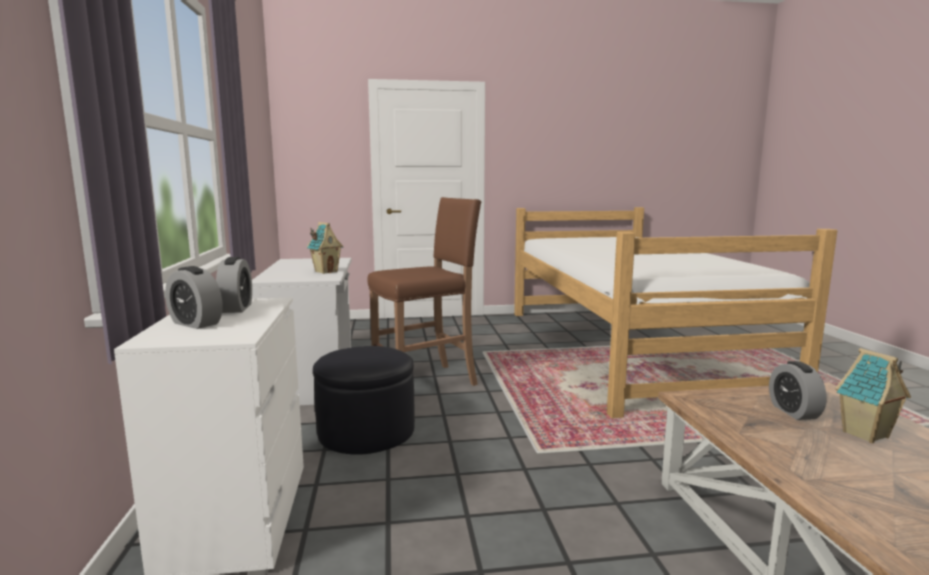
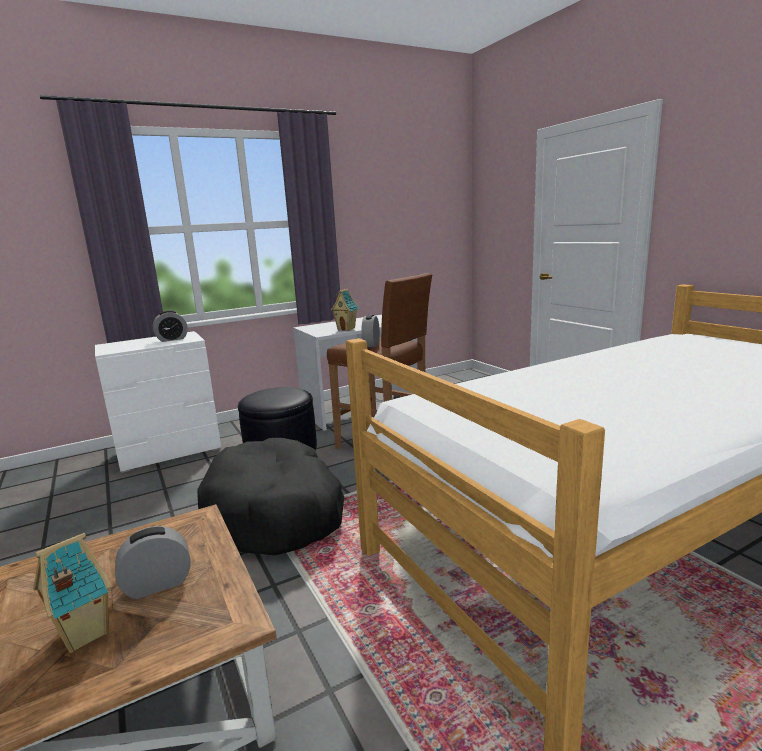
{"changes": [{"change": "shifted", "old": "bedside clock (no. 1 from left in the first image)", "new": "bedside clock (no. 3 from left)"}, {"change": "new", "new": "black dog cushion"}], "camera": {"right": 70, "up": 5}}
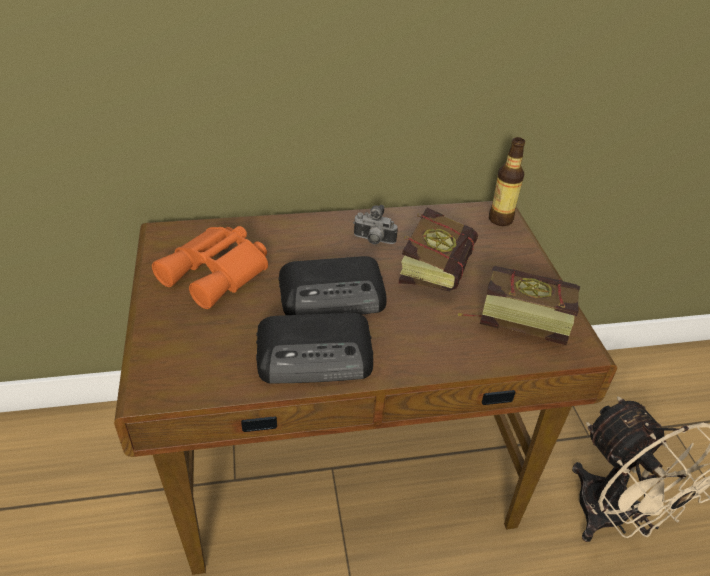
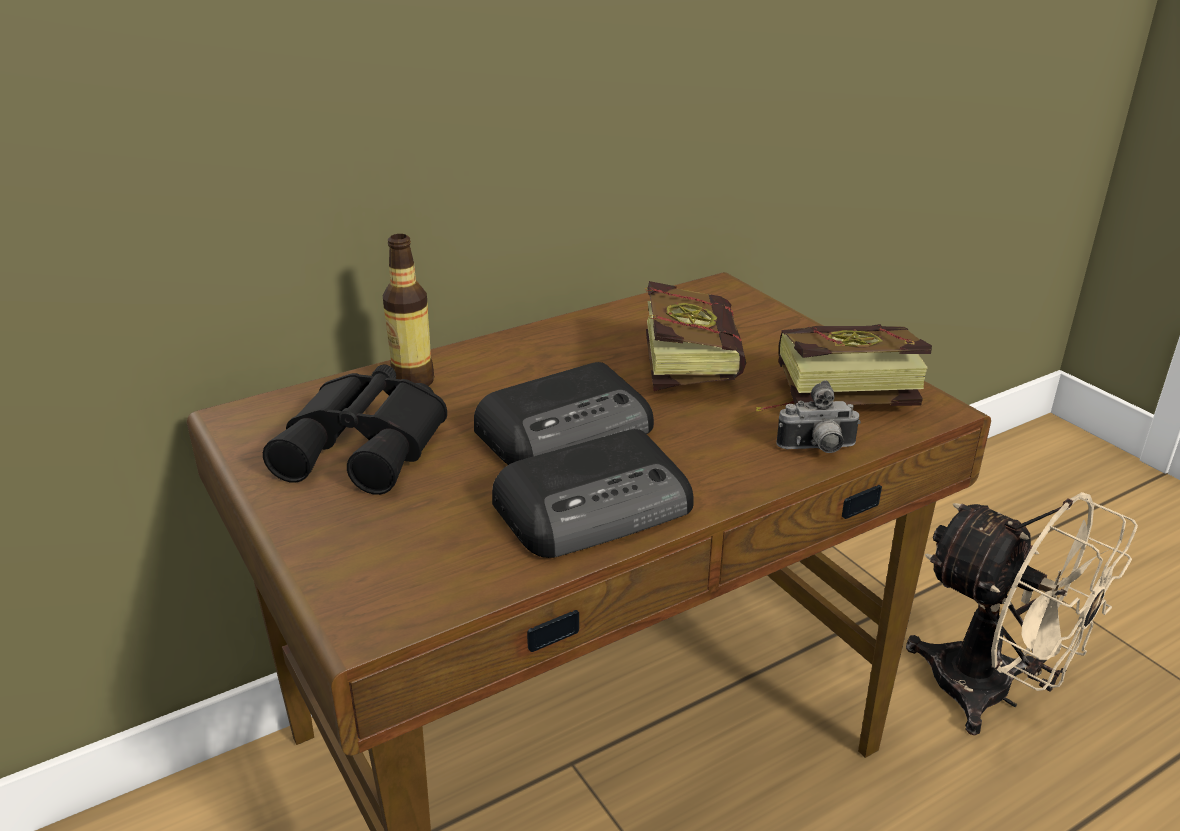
{"changes": [{"change": "shifted", "old": "beverage bottle"}, {"change": "shifted", "old": "still camera"}, {"change": "repainted", "old": "orangey field glasses", "new": "black field glasses"}], "camera": {"right": -20, "up": -10}}
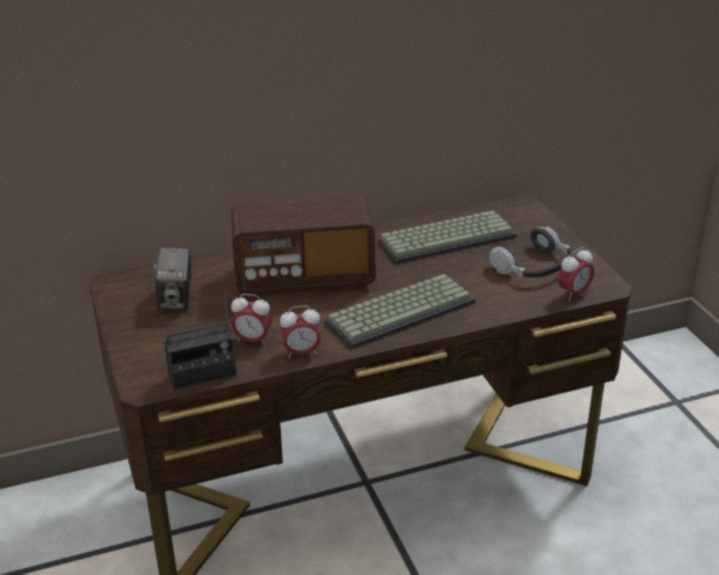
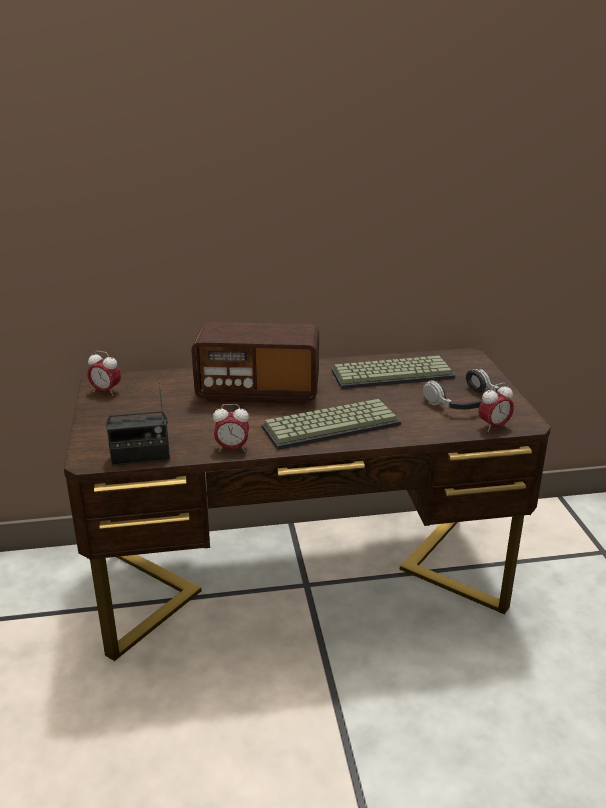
{"changes": [{"change": "gone", "old": "still camera"}, {"change": "shifted", "old": "bedside clock (no. 1 from left)"}], "camera": {"right": 10, "up": -5}}
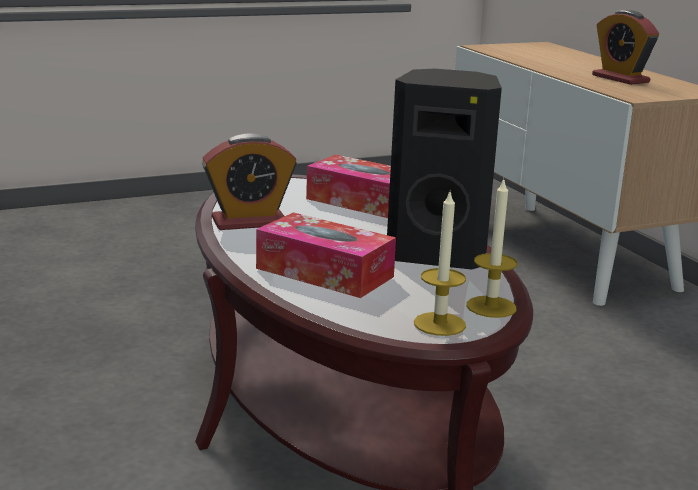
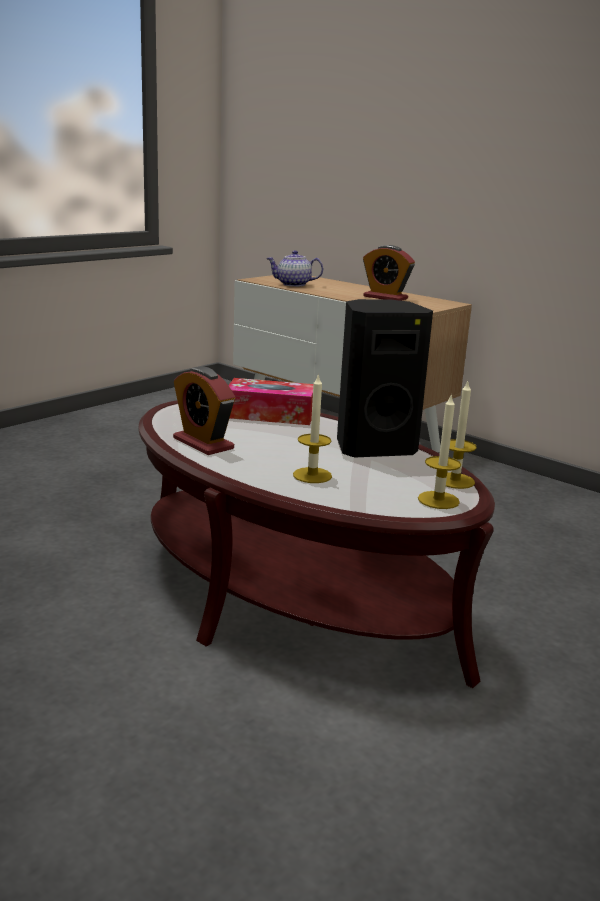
{"changes": [{"change": "rotated", "old": "bedside clock (no. 1 from left)", "degrees": 90}, {"change": "swapped", "old": "box of tissues (no. 1 from left)", "new": "wax candle (no. 1 from left)"}, {"change": "new", "new": "tea pot"}], "camera": {"right": -25, "up": 0}}
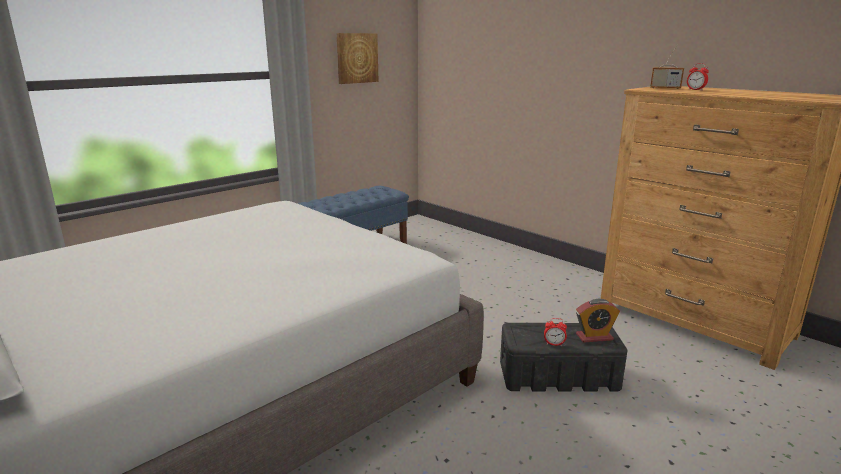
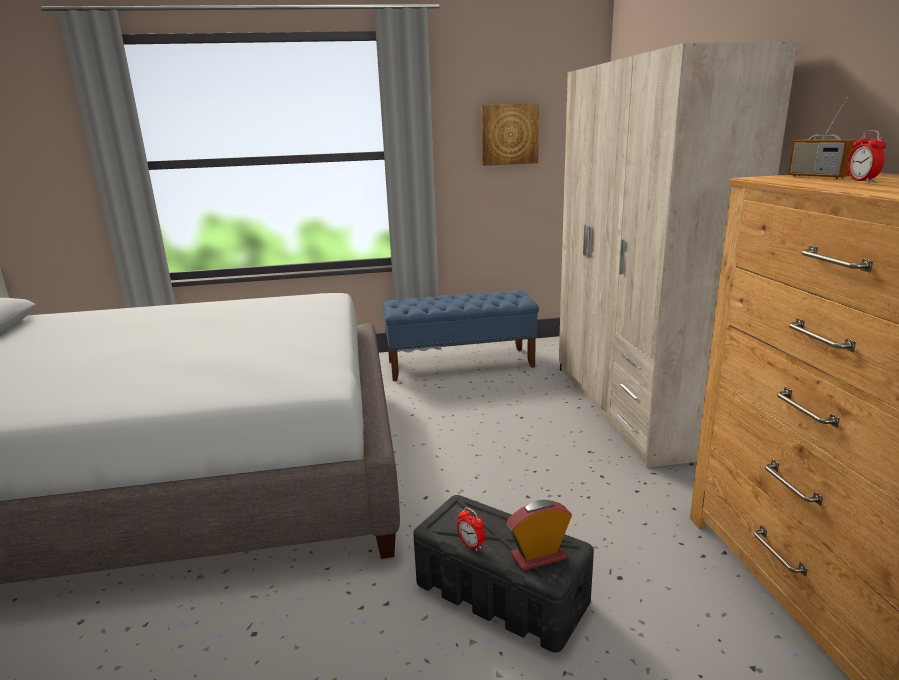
{"changes": [{"change": "rotated", "old": "bedside clock (no. 2 from left)", "degrees": 135}, {"change": "new", "new": "beige clothes cupboard"}], "camera": {"right": 35, "up": 0}}
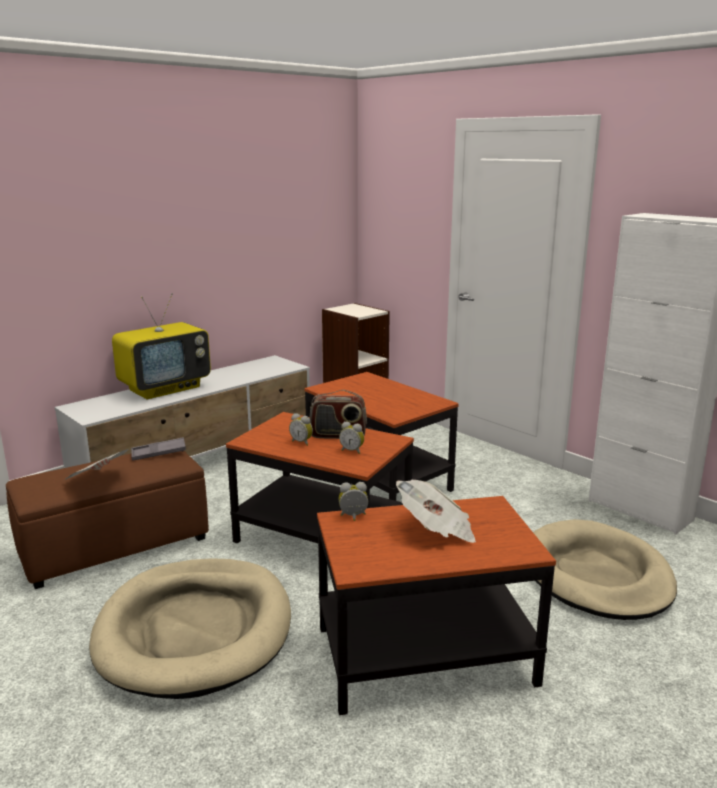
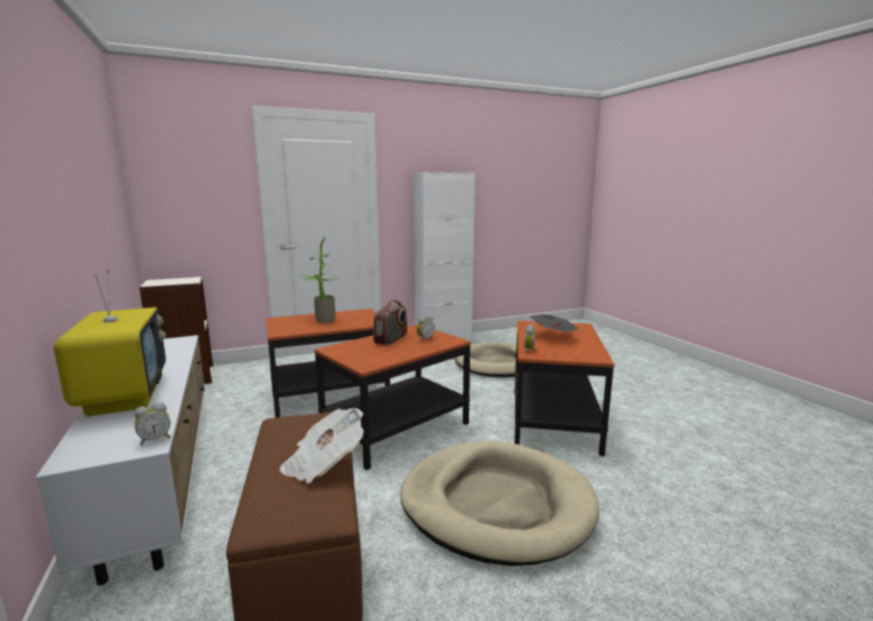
{"changes": [{"change": "shifted", "old": "bedside clock (no. 1 from left)"}, {"change": "gone", "old": "gray carrying tray"}, {"change": "new", "new": "potted plant"}], "camera": {"right": -70, "up": -5}}
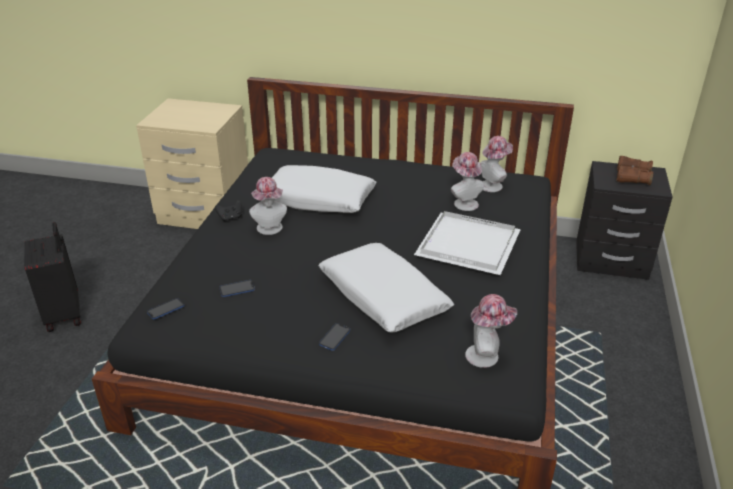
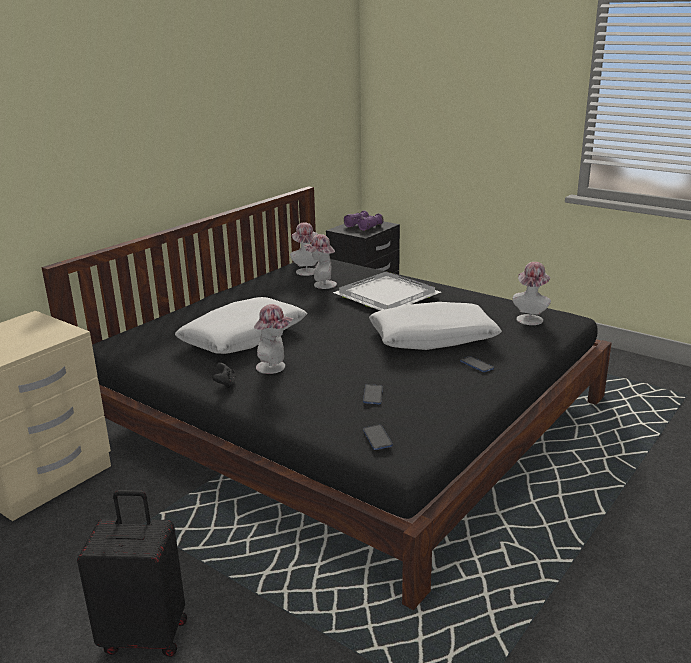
{"changes": [{"change": "repainted", "old": "brown field glasses", "new": "purple field glasses"}], "camera": {"right": -65, "up": -10}}
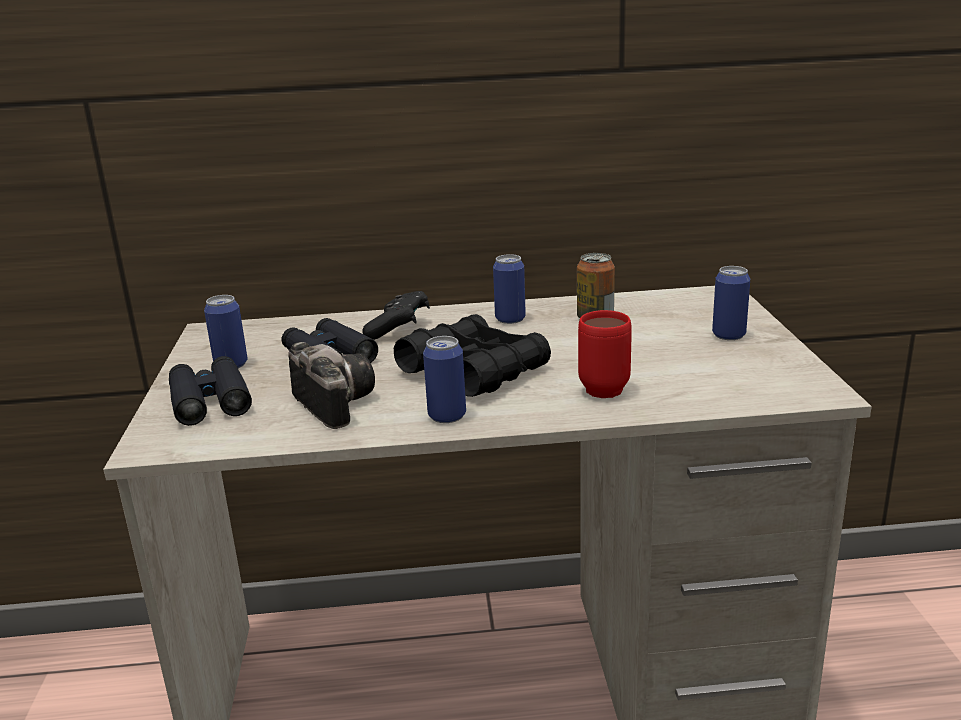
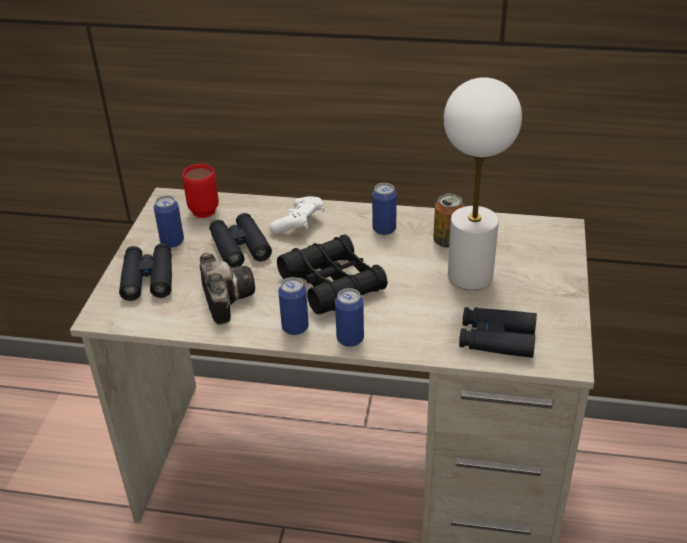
{"changes": [{"change": "shifted", "old": "metal can (no. 5 from left in the first image)", "new": "metal can (no. 3 from left)"}, {"change": "repainted", "old": "black joypad", "new": "whitish joypad"}, {"change": "shifted", "old": "reddish tea mug"}, {"change": "new", "new": "whitish tabletop lamp"}, {"change": "new", "new": "black field glasses (no. 4 from left)"}], "camera": {"right": 15, "up": 15}}
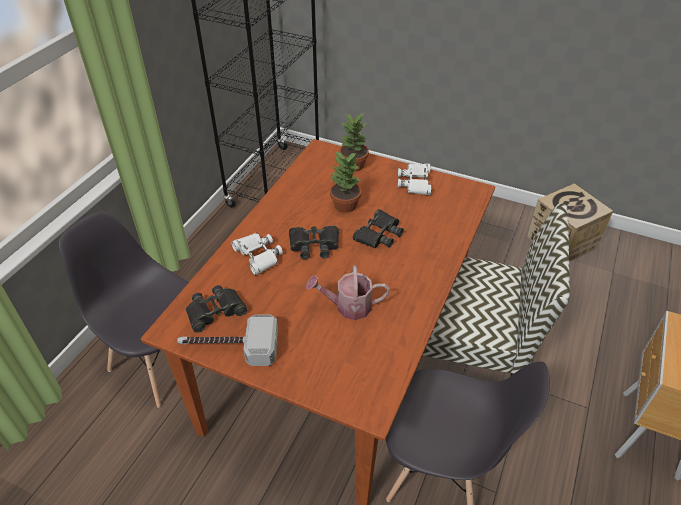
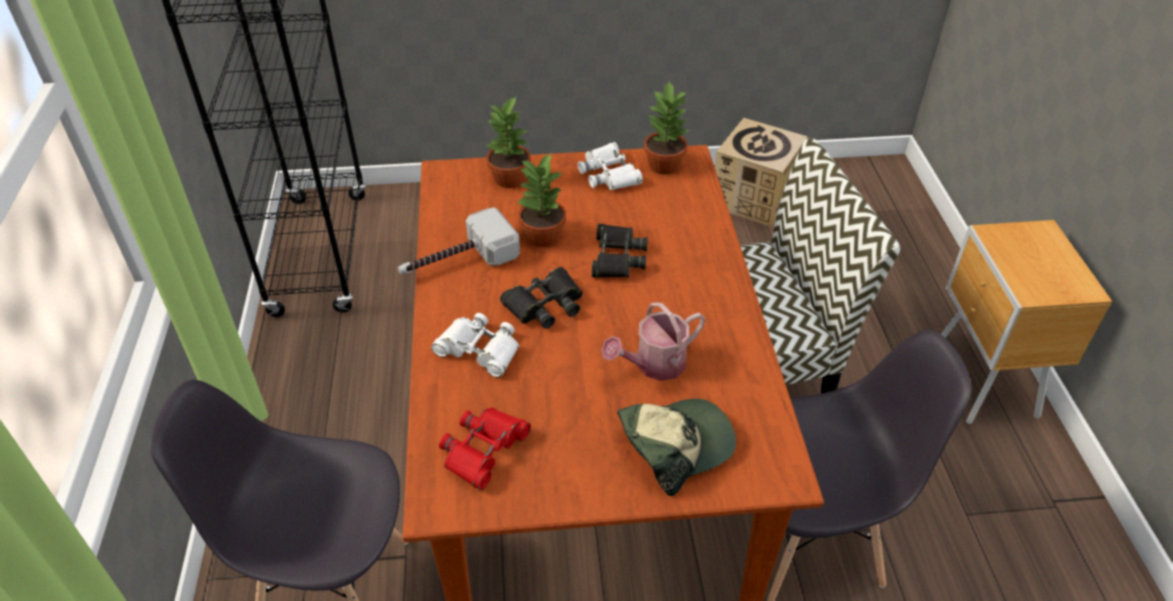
{"changes": [{"change": "repainted", "old": "black field glasses (no. 1 from left)", "new": "reddish field glasses"}, {"change": "shifted", "old": "hand hammer"}, {"change": "new", "new": "potted plant (no. 3 from left)"}, {"change": "new", "new": "cap"}], "camera": {"right": -30, "up": 0}}
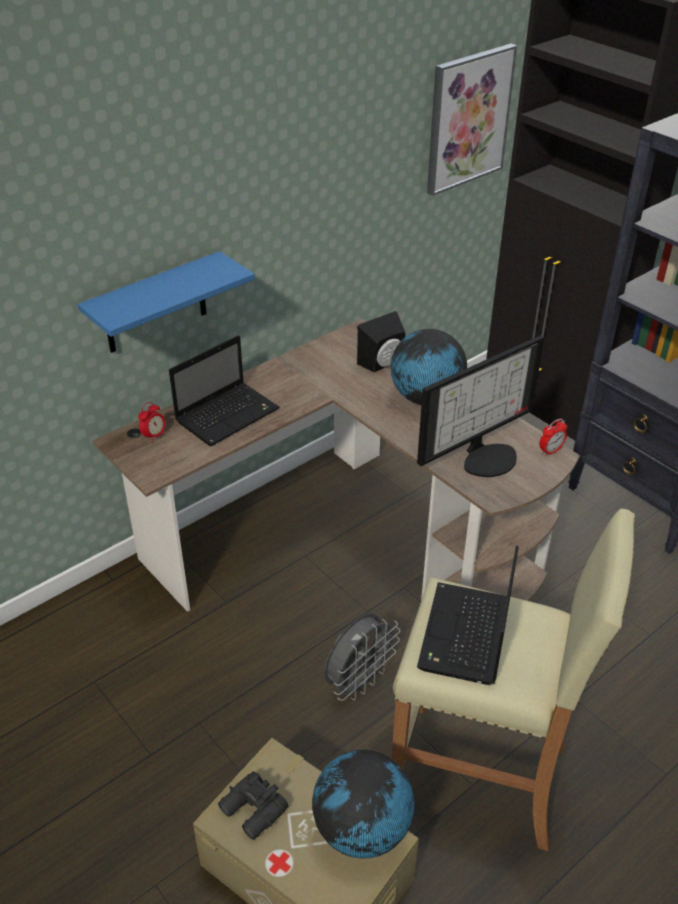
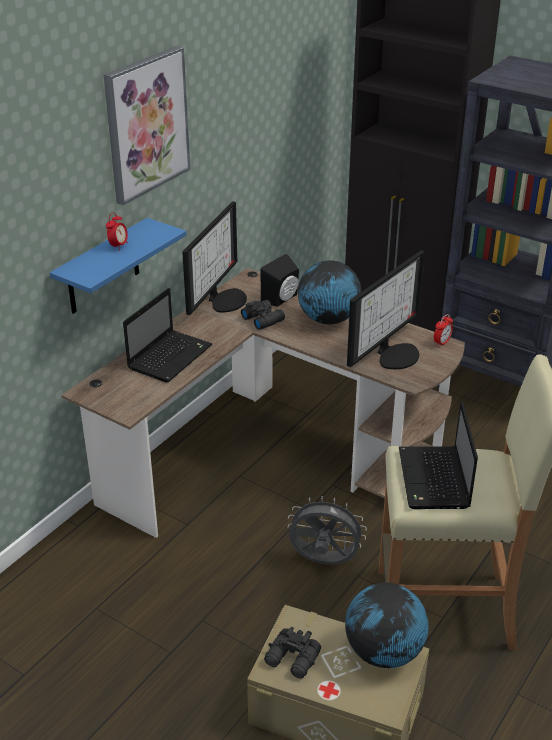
{"changes": [{"change": "shifted", "old": "wall art"}, {"change": "shifted", "old": "bedside clock (no. 1 from left)"}, {"change": "rotated", "old": "gray fan", "degrees": -105}, {"change": "new", "new": "computer screen (no. 1 from left)"}, {"change": "new", "new": "black field glasses (no. 1 from left)"}], "camera": {"right": -15, "up": -5}}
